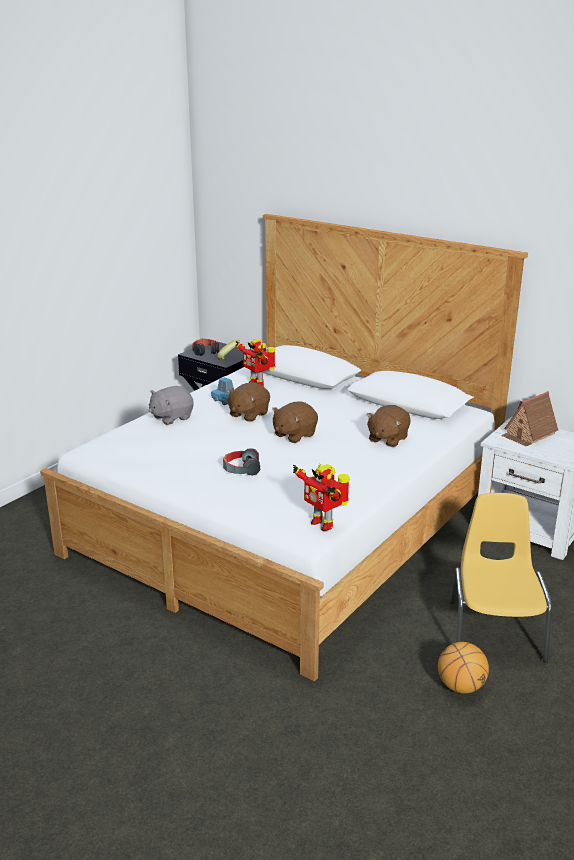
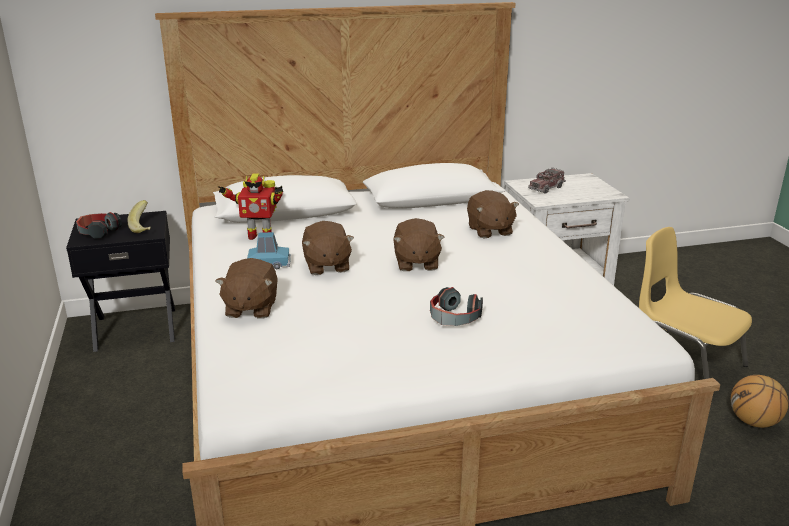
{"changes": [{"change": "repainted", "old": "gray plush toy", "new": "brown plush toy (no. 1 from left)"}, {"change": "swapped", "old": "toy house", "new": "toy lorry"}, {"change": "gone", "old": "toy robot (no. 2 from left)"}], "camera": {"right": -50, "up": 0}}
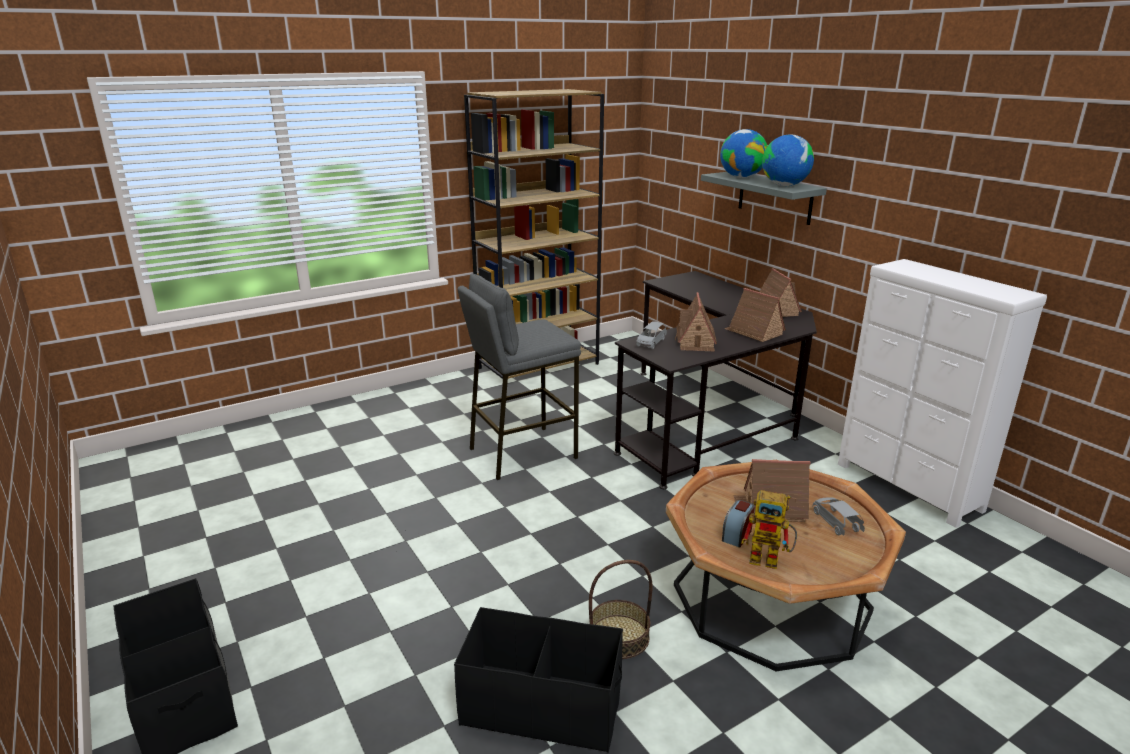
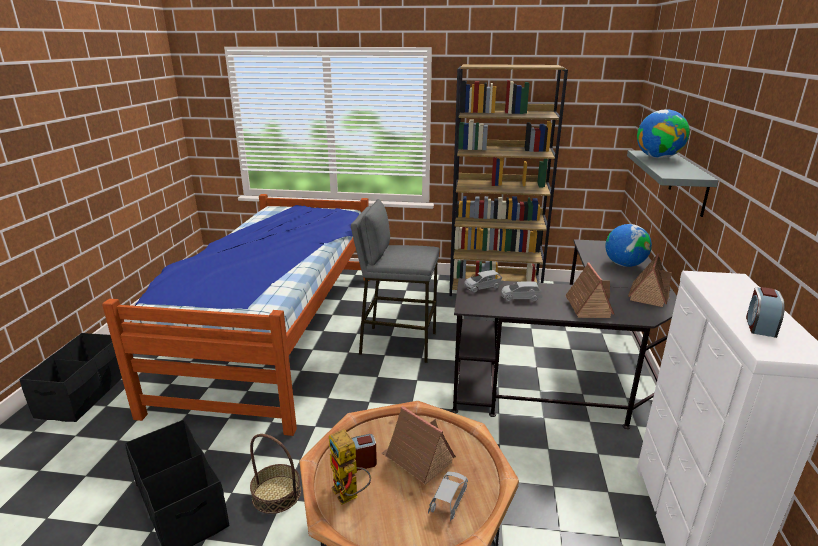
{"changes": [{"change": "shifted", "old": "desk globe (no. 2 from left in the first image)", "new": "desk globe (no. 1 from left)"}, {"change": "swapped", "old": "toy house (no. 1 from left)", "new": "gray toy car (no. 3 from left)"}, {"change": "new", "new": "bed"}, {"change": "new", "new": "bedside clock (no. 2 from left)"}], "camera": {"right": 40, "up": 0}}
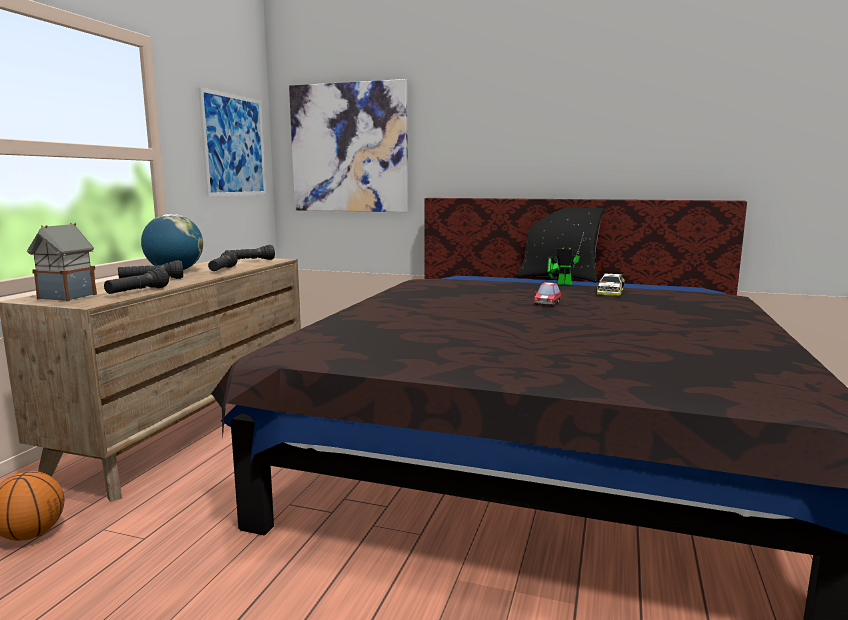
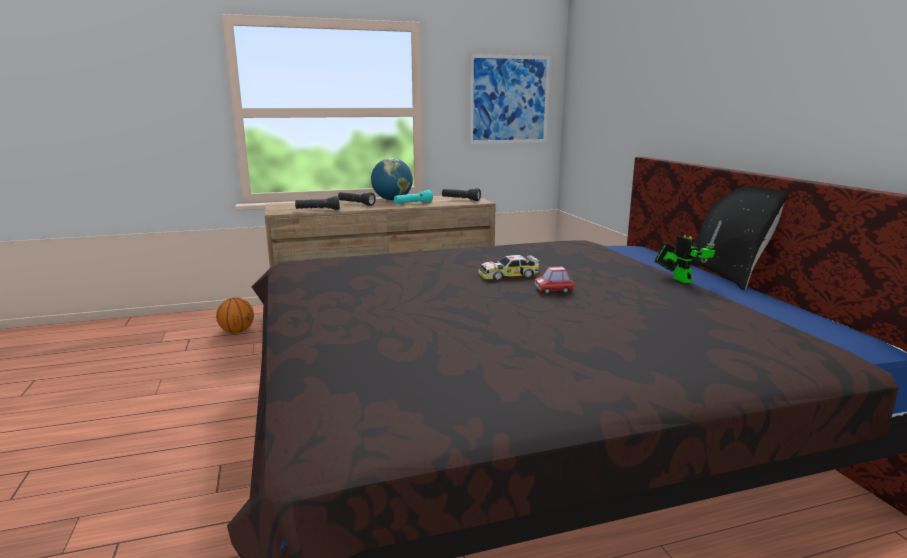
{"changes": [{"change": "gone", "old": "wall art (no. 2 from left)"}, {"change": "gone", "old": "toy house"}, {"change": "repainted", "old": "black hand torch (no. 3 from left)", "new": "blue-green hand torch"}, {"change": "shifted", "old": "toy car (no. 2 from left in the first image)", "new": "toy car (no. 1 from left)"}], "camera": {"right": 55, "up": 5}}
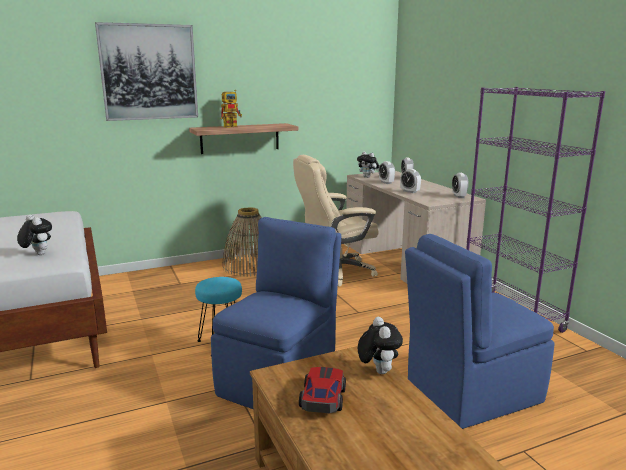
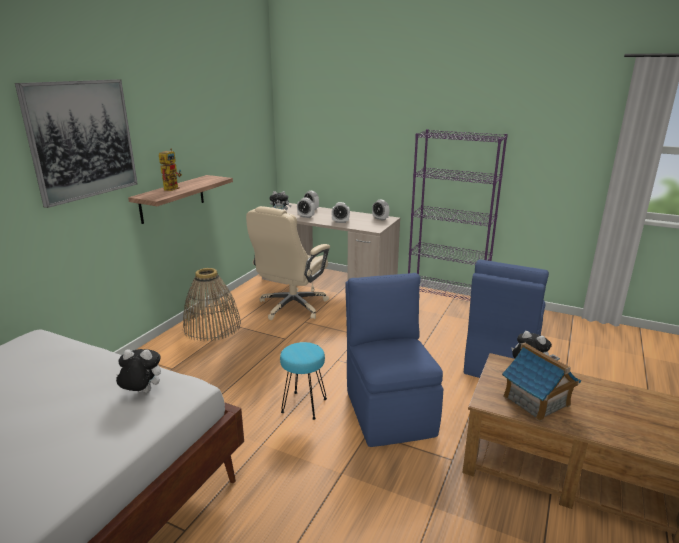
{"changes": [{"change": "swapped", "old": "toy car", "new": "toy house"}], "camera": {"right": -40, "up": 5}}
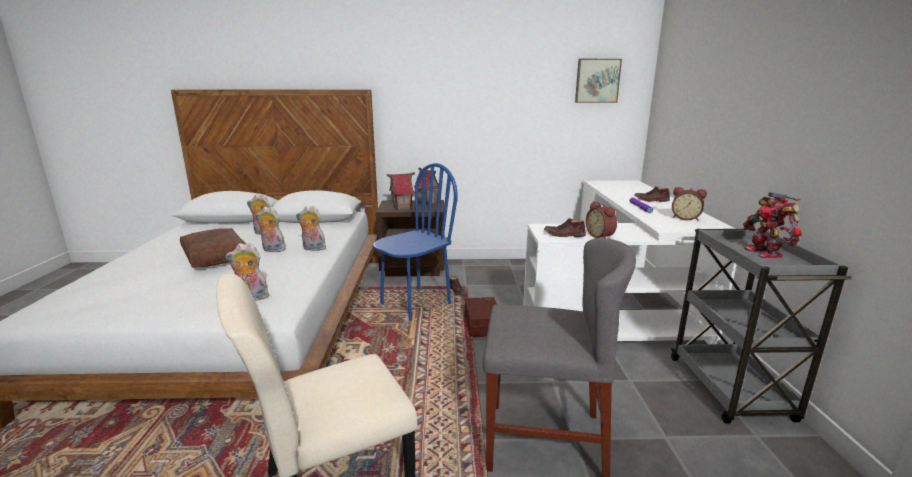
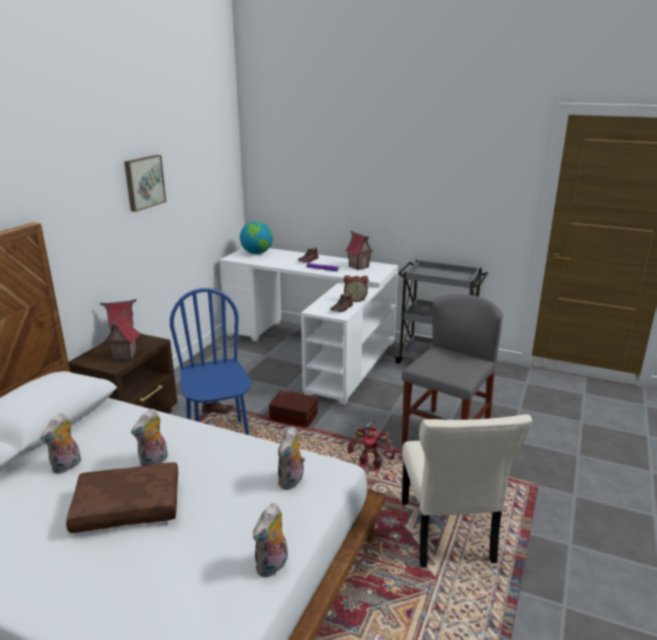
{"changes": [{"change": "shifted", "old": "wall art"}, {"change": "swapped", "old": "bedside clock (no. 2 from left)", "new": "toy house (no. 3 from left)"}, {"change": "shifted", "old": "toy robot"}, {"change": "shifted", "old": "plush toy (no. 4 from left in the first image)", "new": "plush toy (no. 3 from left)"}, {"change": "new", "new": "desk globe"}], "camera": {"right": -65, "up": 5}}
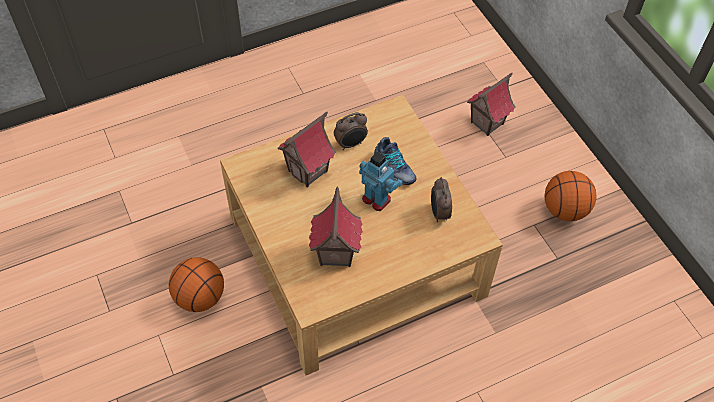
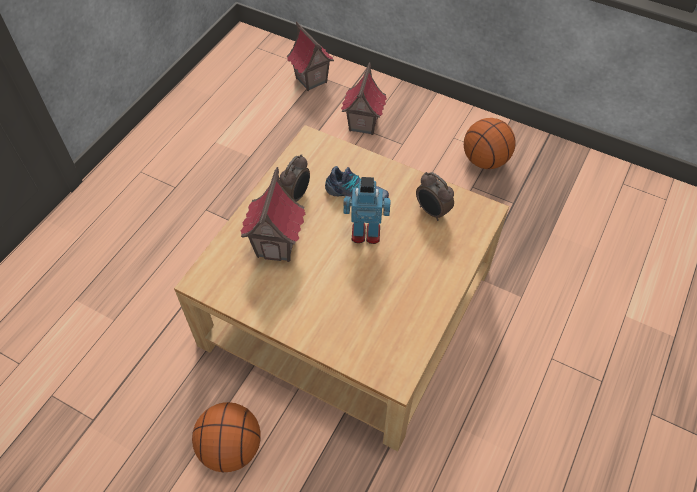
{"changes": [{"change": "shifted", "old": "toy house (no. 2 from left)"}], "camera": {"right": -35, "up": 0}}
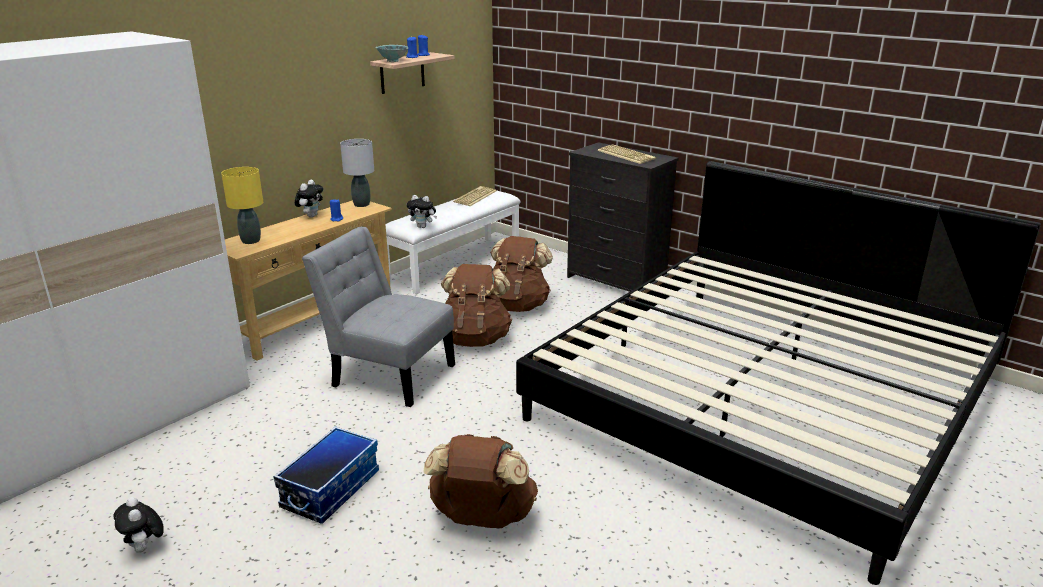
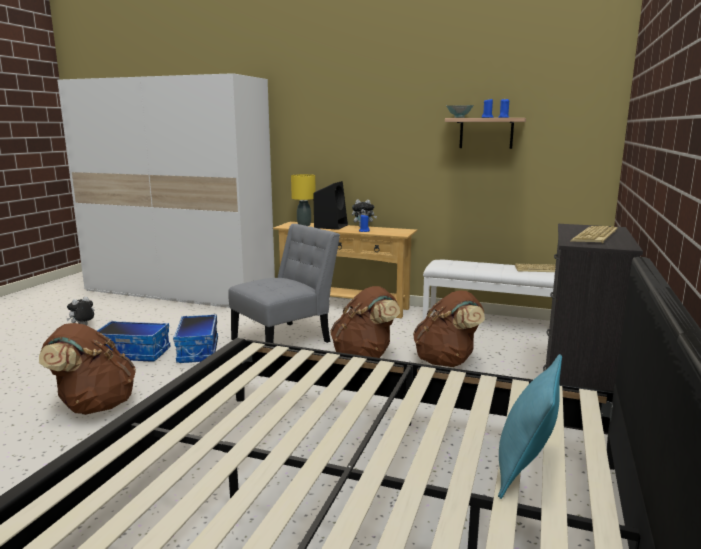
{"changes": [{"change": "gone", "old": "gray tabletop lamp"}, {"change": "gone", "old": "plush toy (no. 3 from left)"}, {"change": "rotated", "old": "gray chair", "degrees": 45}, {"change": "new", "new": "black speaker"}, {"change": "new", "new": "storage box (no. 2 from left)"}, {"change": "new", "new": "blue-green cushion"}], "camera": {"right": 70, "up": -10}}
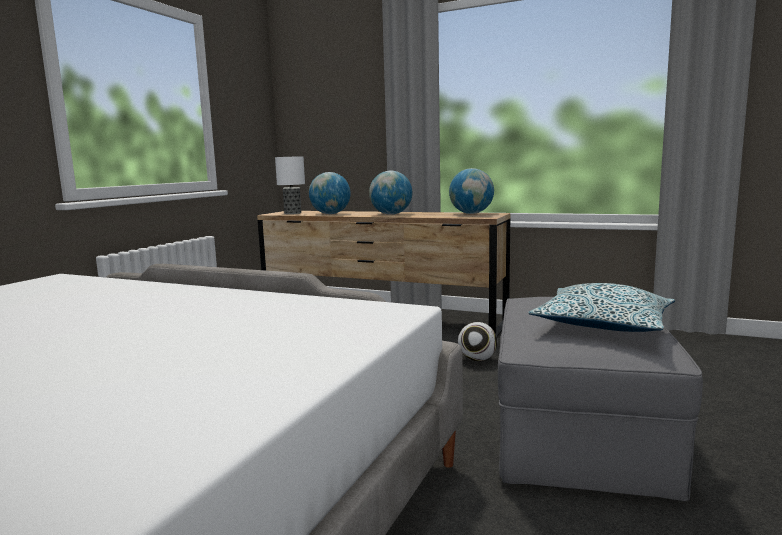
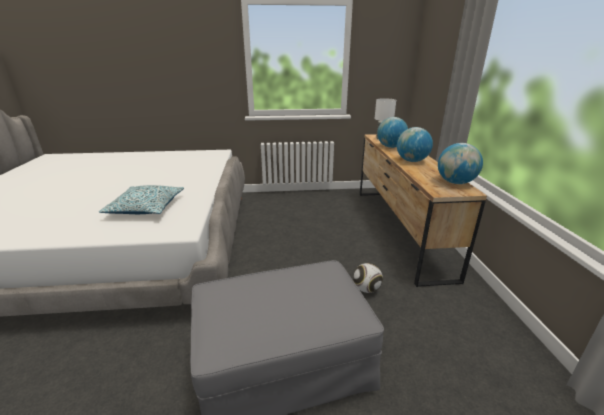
{"changes": [{"change": "shifted", "old": "cushion"}], "camera": {"right": 60, "up": 15}}
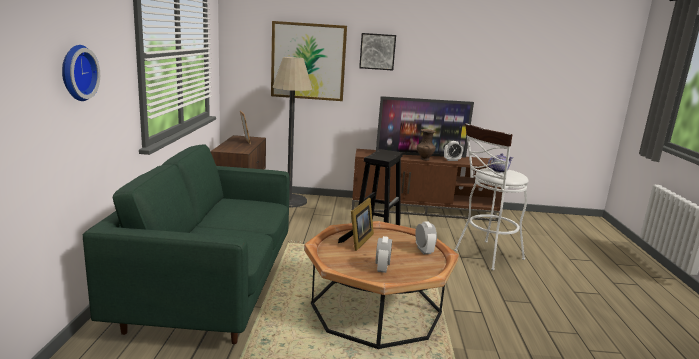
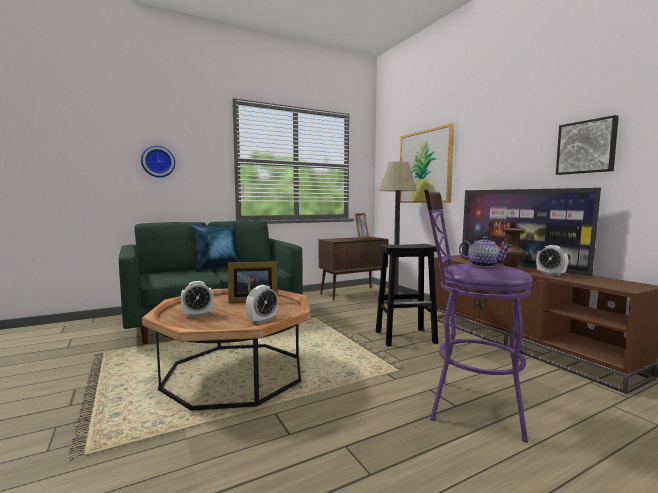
{"changes": [{"change": "shifted", "old": "wall art (no. 2 from left)"}, {"change": "repainted", "old": "whitish stool seat", "new": "purple stool seat"}, {"change": "new", "new": "blue cushion"}], "camera": {"right": 60, "up": -10}}
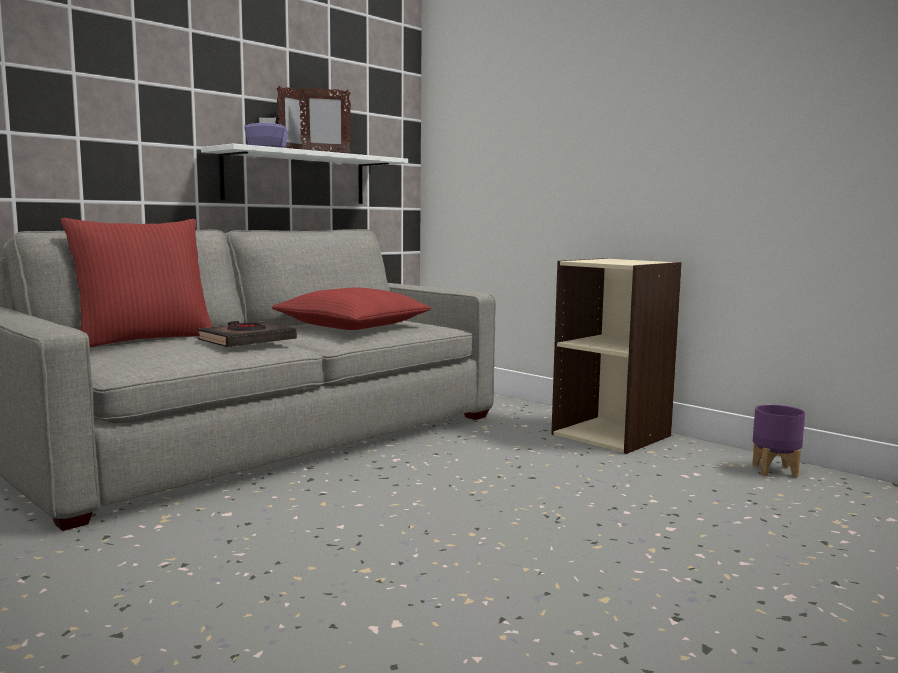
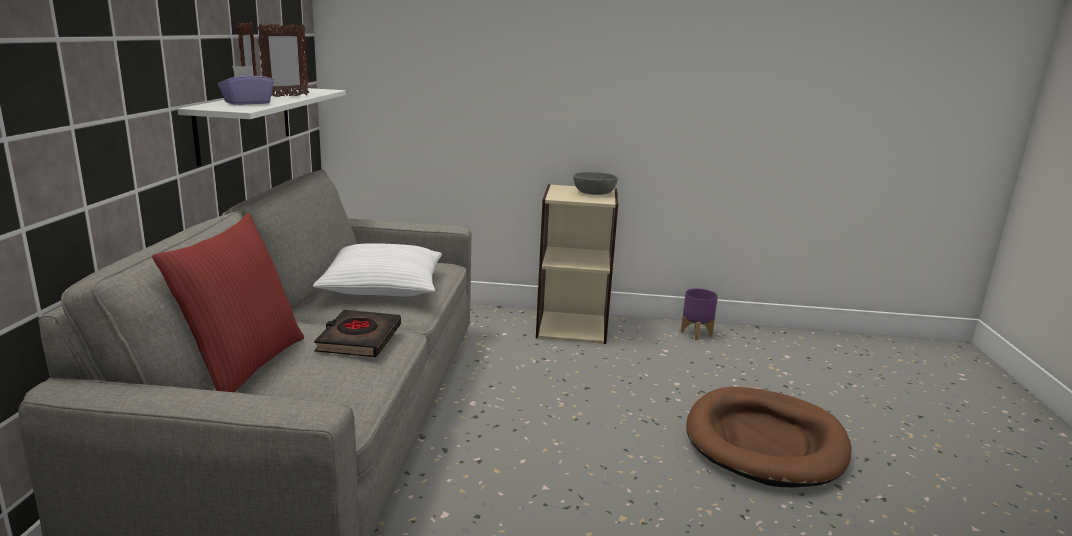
{"changes": [{"change": "repainted", "old": "reddish cushion (no. 2 from left)", "new": "whitish cushion"}, {"change": "new", "new": "gray serving bowl"}, {"change": "new", "new": "brown dog cushion"}], "camera": {"right": -40, "up": 10}}
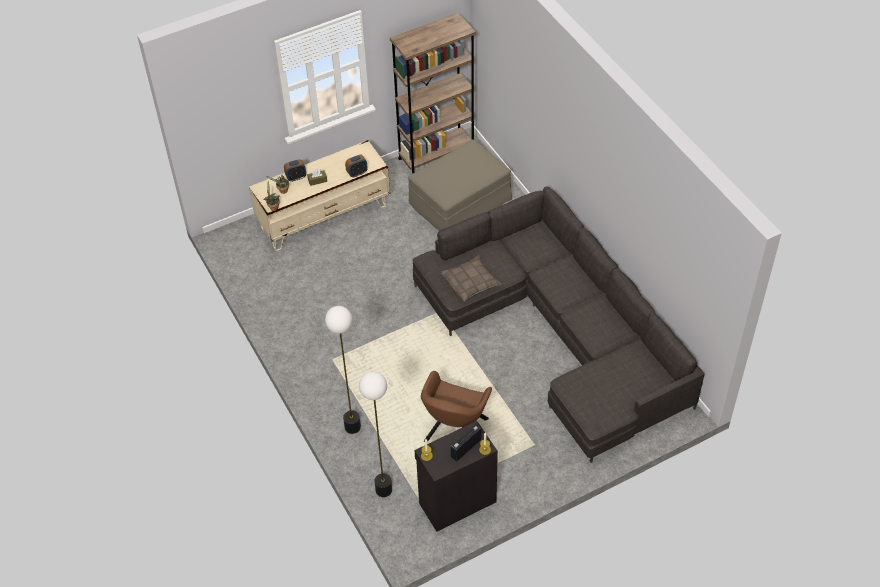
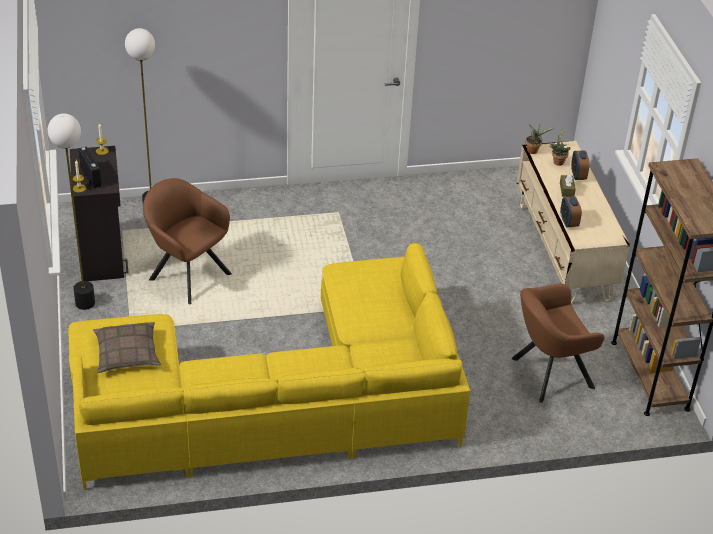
{"changes": [{"change": "swapped", "old": "beige footrest", "new": "brown armchair (no. 2 from left)"}, {"change": "repainted", "old": "gray settee", "new": "yellow settee"}, {"change": "shifted", "old": "cushion"}, {"change": "shifted", "old": "standard lamp (no. 1 from left)"}], "camera": {"right": 105, "up": -10}}
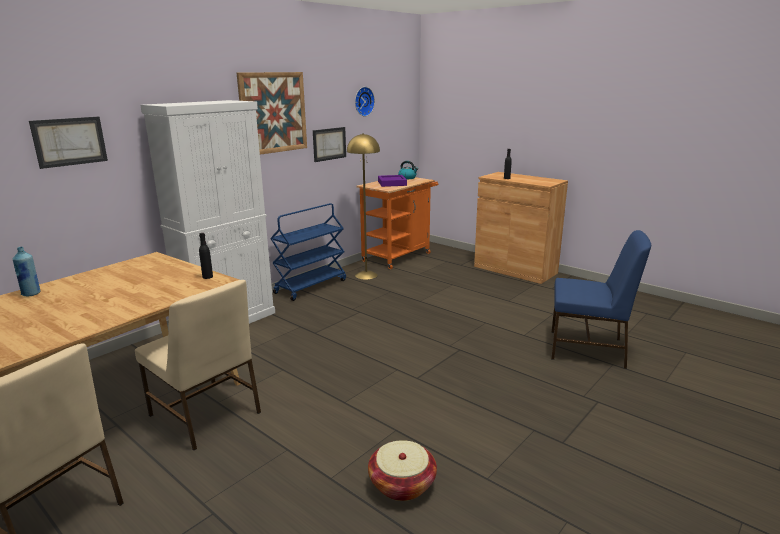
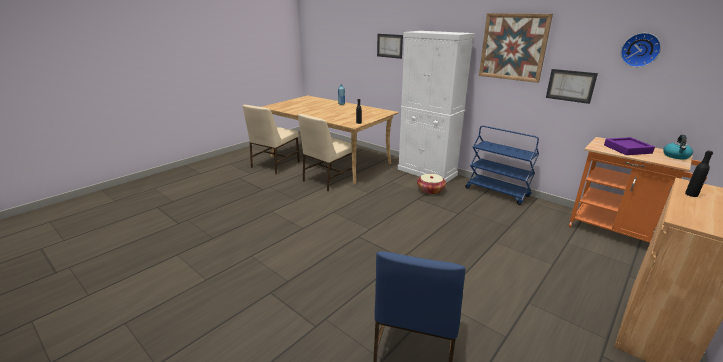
{"changes": [{"change": "gone", "old": "yellow standard lamp"}, {"change": "shifted", "old": "storage basket"}], "camera": {"right": 90, "up": 5}}
